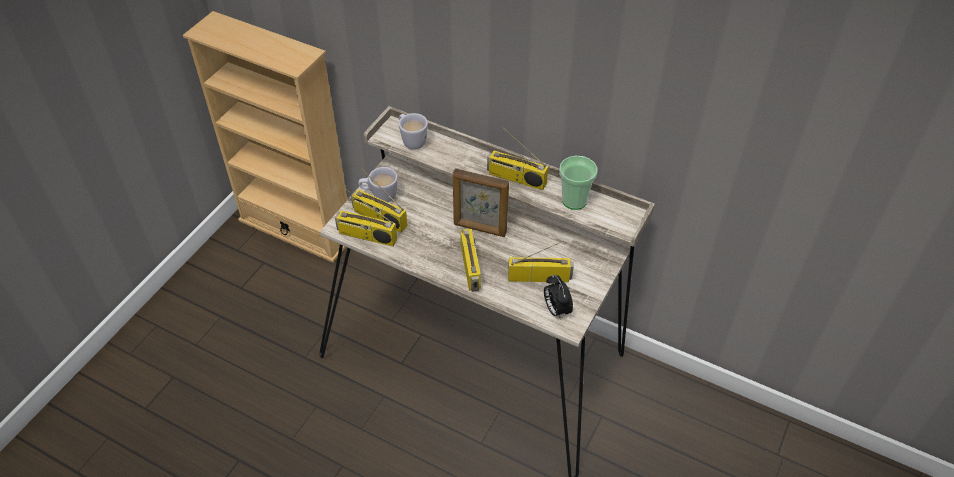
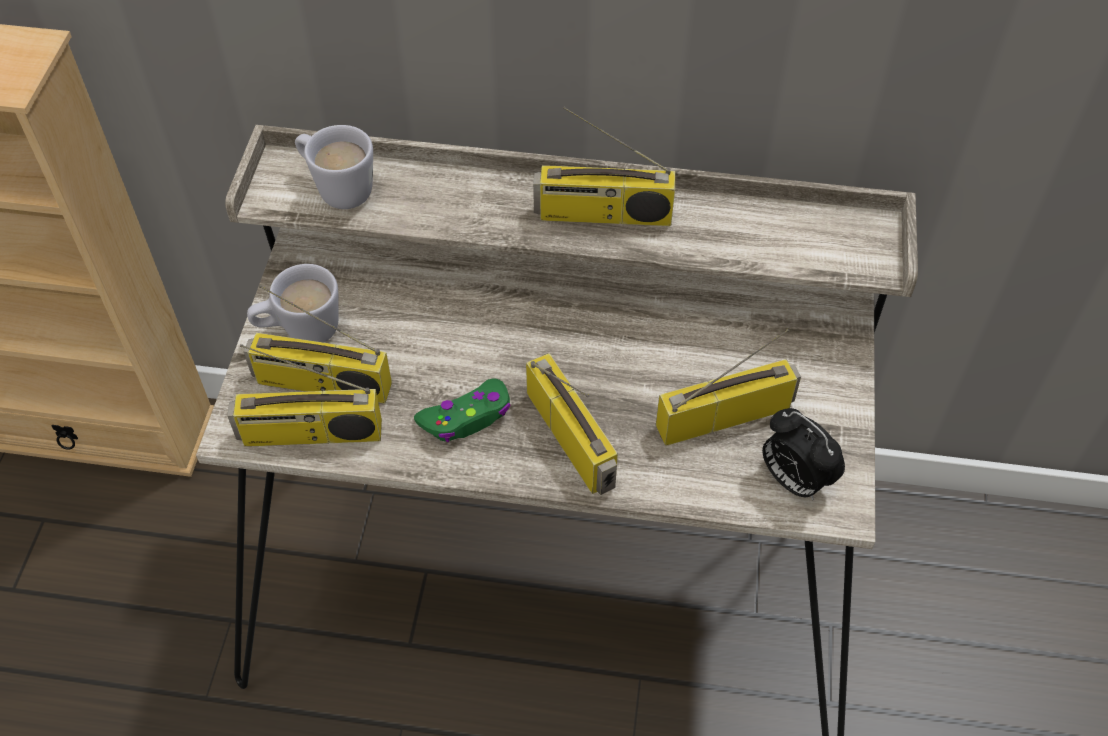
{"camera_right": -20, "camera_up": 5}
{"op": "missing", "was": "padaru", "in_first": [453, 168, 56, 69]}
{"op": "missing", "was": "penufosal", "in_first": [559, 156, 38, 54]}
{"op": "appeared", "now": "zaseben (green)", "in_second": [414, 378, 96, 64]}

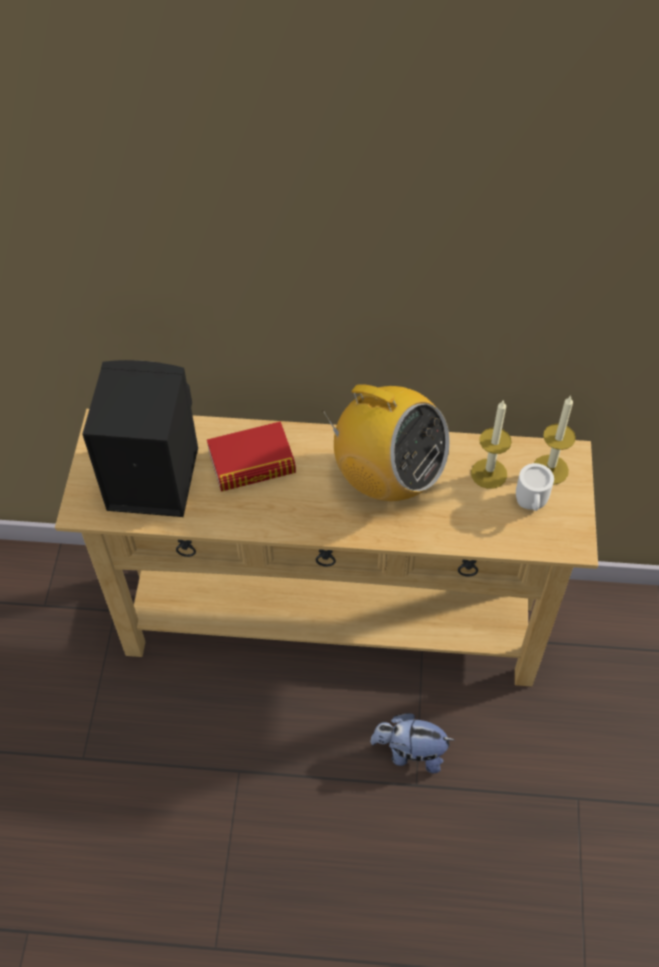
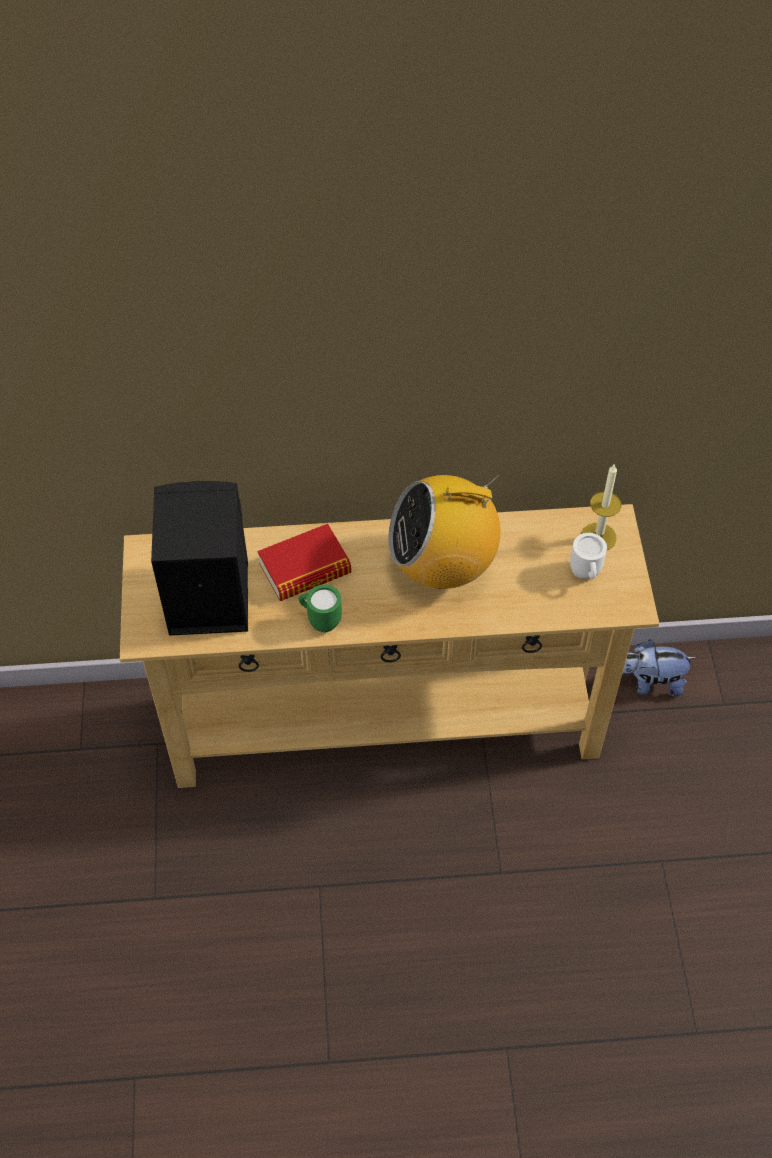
{"camera_right": -10, "camera_up": 0}
{"op": "missing", "was": "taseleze", "in_first": [471, 399, 41, 90]}
{"op": "appeared", "now": "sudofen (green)", "in_second": [298, 584, 44, 48]}
{"op": "relocated", "was": "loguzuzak", "in_first": [370, 713, 84, 61], "in_second": [622, 640, 74, 57]}
{"op": "spun", "was": "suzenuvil", "in_first": [322, 384, 128, 117], "in_second": [388, 473, 113, 116], "clockwise": 150}

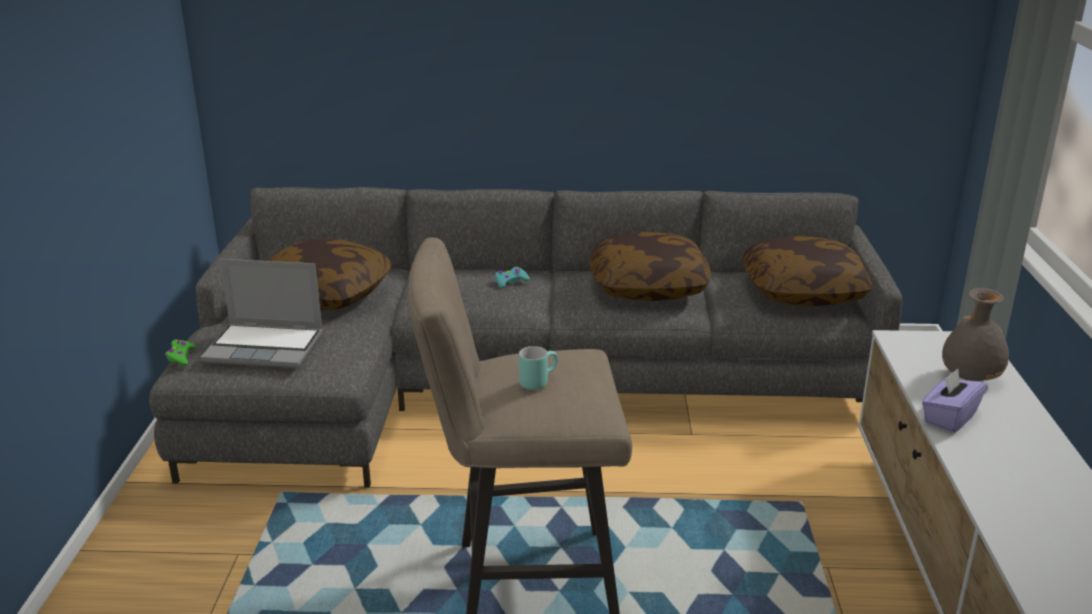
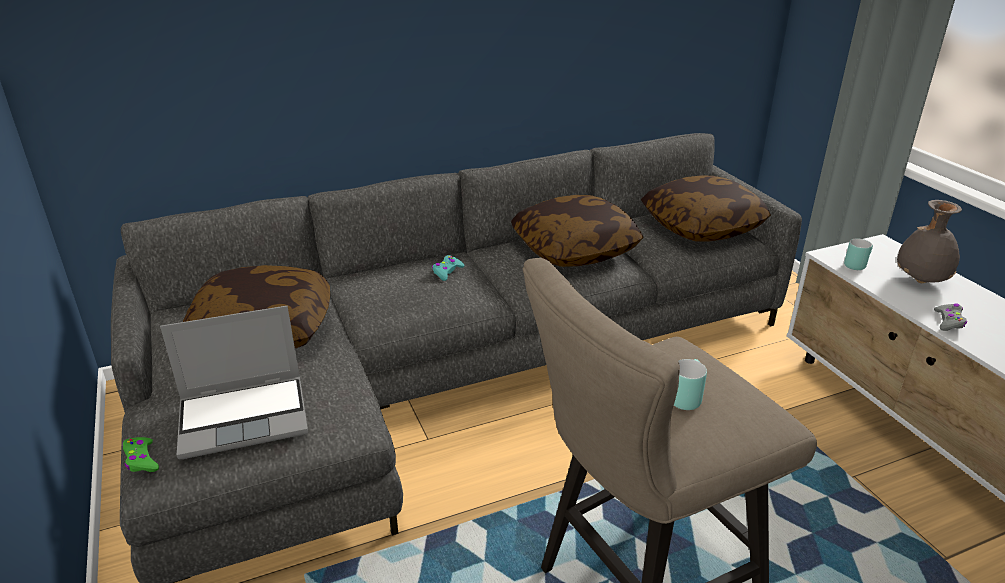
{"camera_right": -25, "camera_up": 5}
{"op": "appeared", "now": "sudofen (turquoise)", "in_second": [844, 238, 29, 32]}
{"op": "exchanged", "was": "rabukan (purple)", "now": "zaseben (grey)", "in_first": [922, 368, 64, 65], "in_second": [934, 304, 33, 27]}

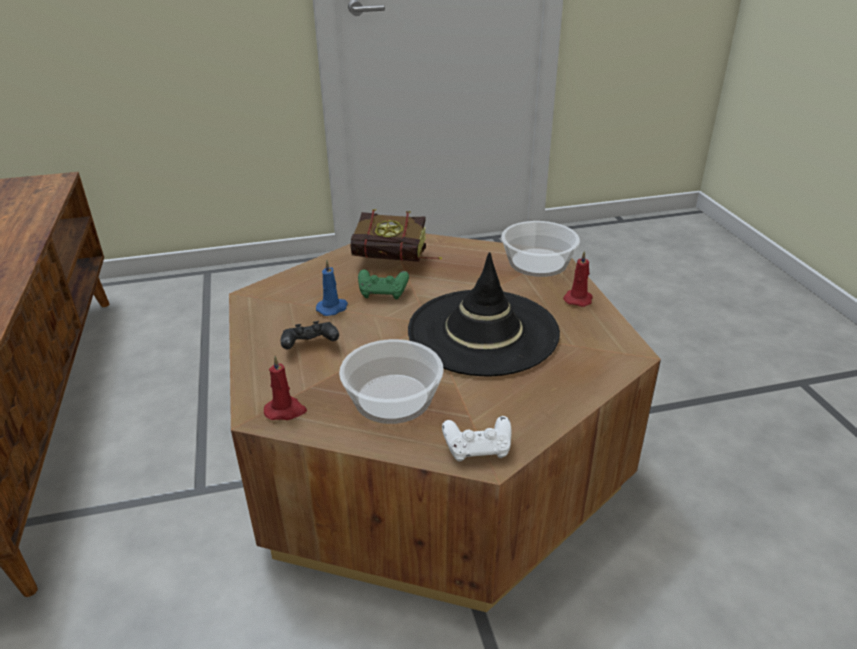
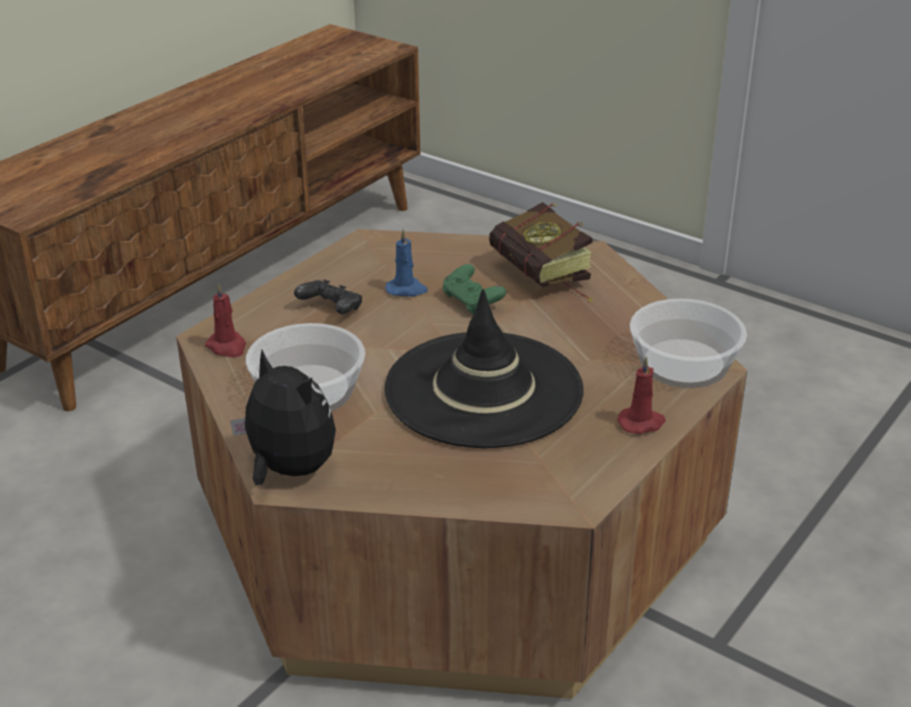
{"camera_right": 50, "camera_up": 0}
{"op": "exchanged", "was": "zaseben (white)", "now": "loguzuzak", "in_first": [442, 416, 70, 46], "in_second": [230, 350, 106, 135]}

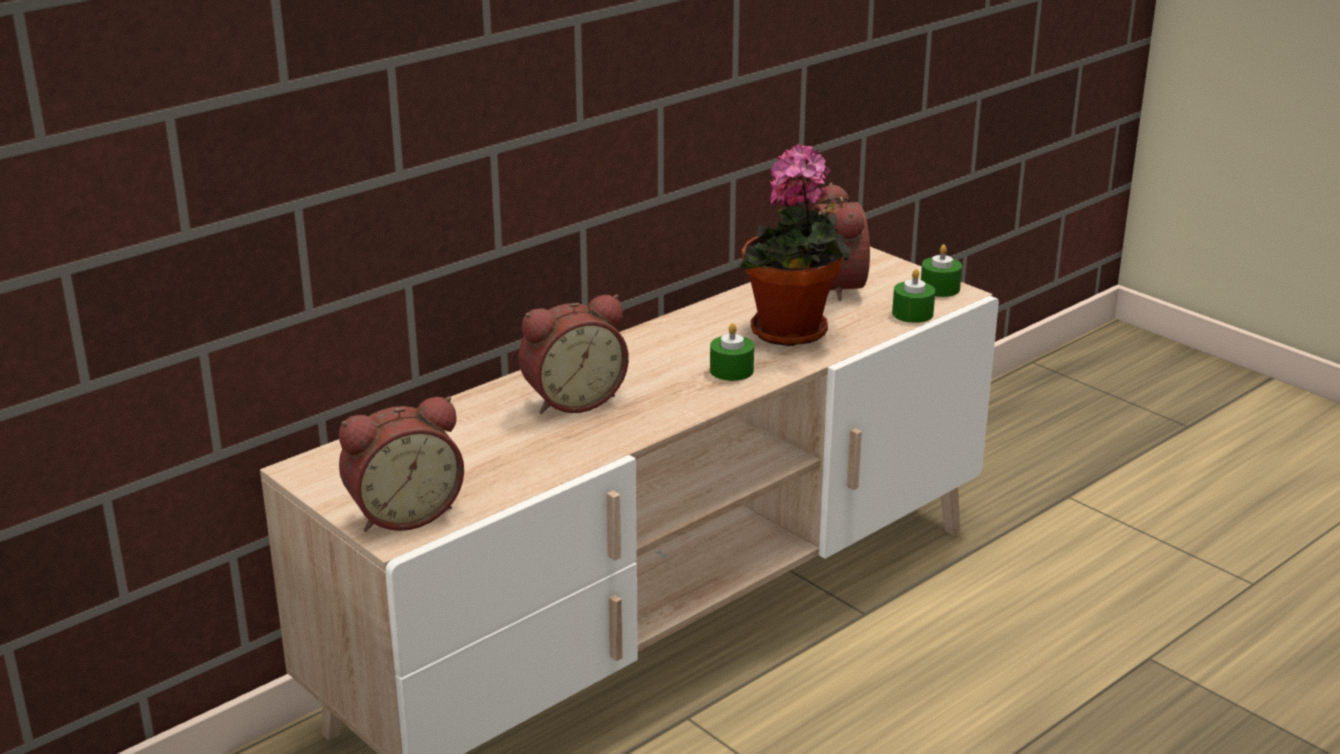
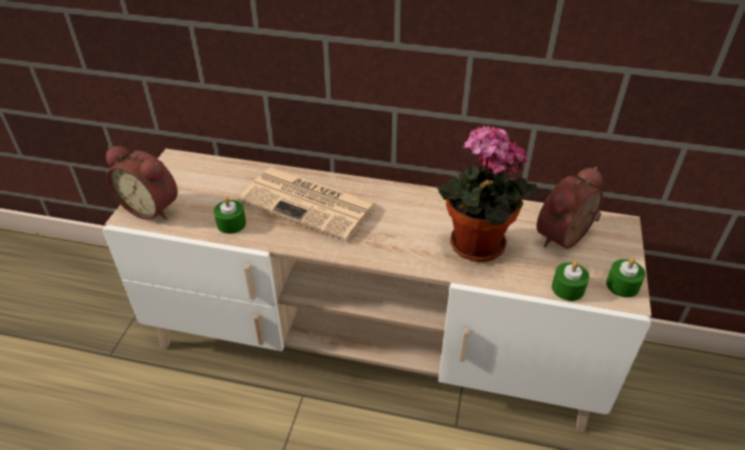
{"camera_right": 55, "camera_up": 15}
{"op": "relocated", "was": "taseleze (green)", "in_first": [710, 323, 44, 58], "in_second": [214, 197, 32, 37]}
{"op": "exchanged", "was": "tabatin", "now": "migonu", "in_first": [519, 294, 110, 120], "in_second": [238, 167, 140, 74]}

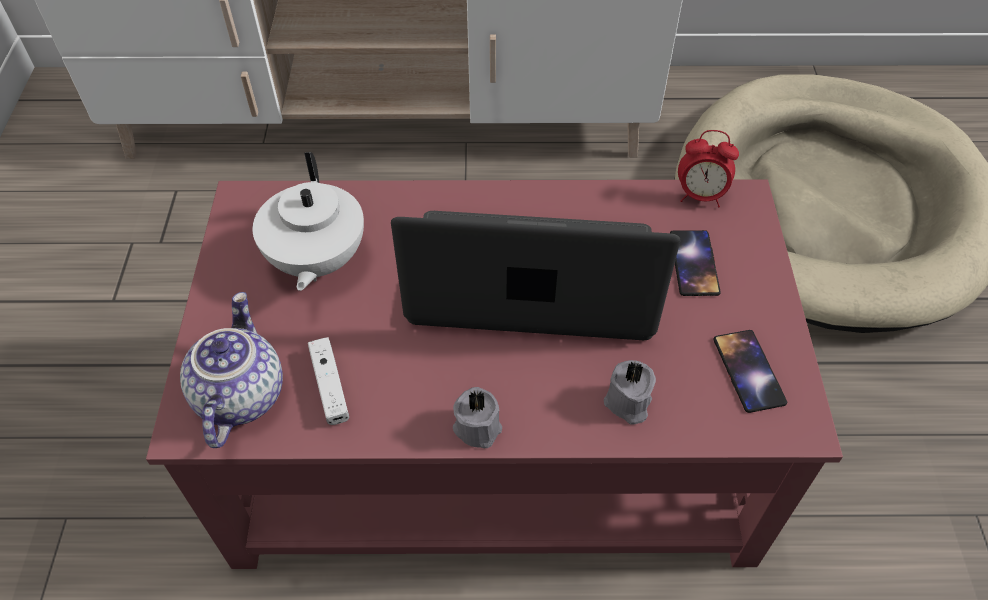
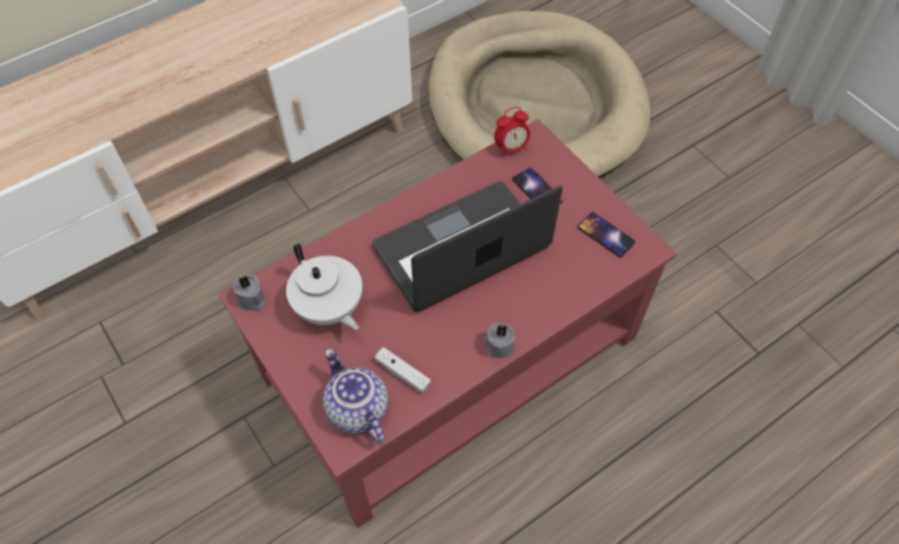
{"camera_right": -35, "camera_up": 5}
{"op": "relocated", "was": "taseleze (grey)", "in_first": [604, 360, 52, 65], "in_second": [233, 274, 33, 37]}

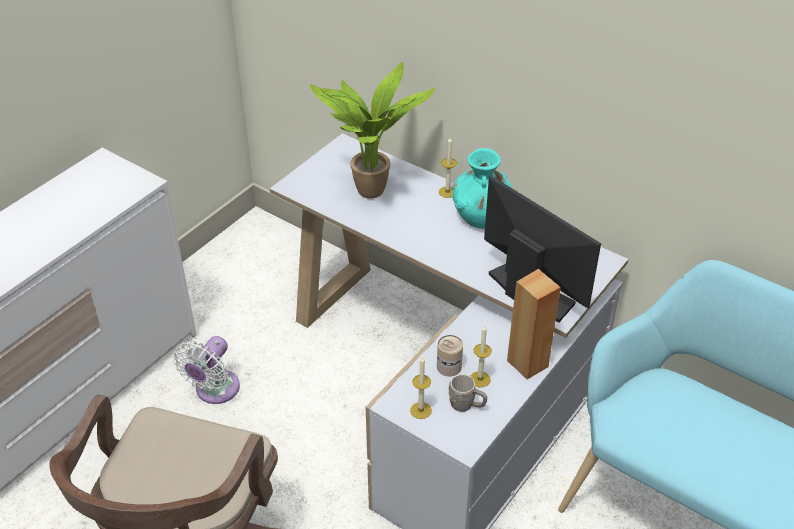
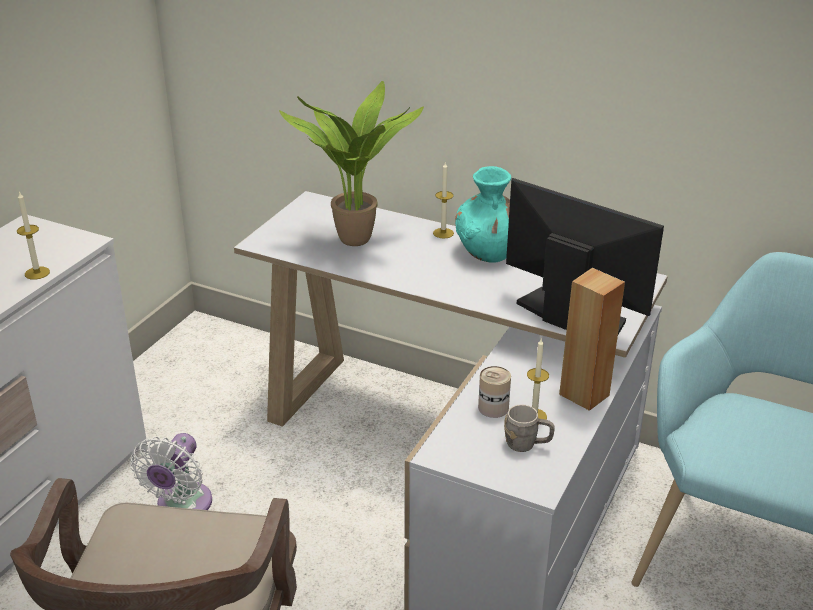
{"camera_right": -10, "camera_up": -10}
{"op": "relocated", "was": "taseleze", "in_first": [410, 356, 22, 63], "in_second": [17, 191, 33, 89]}

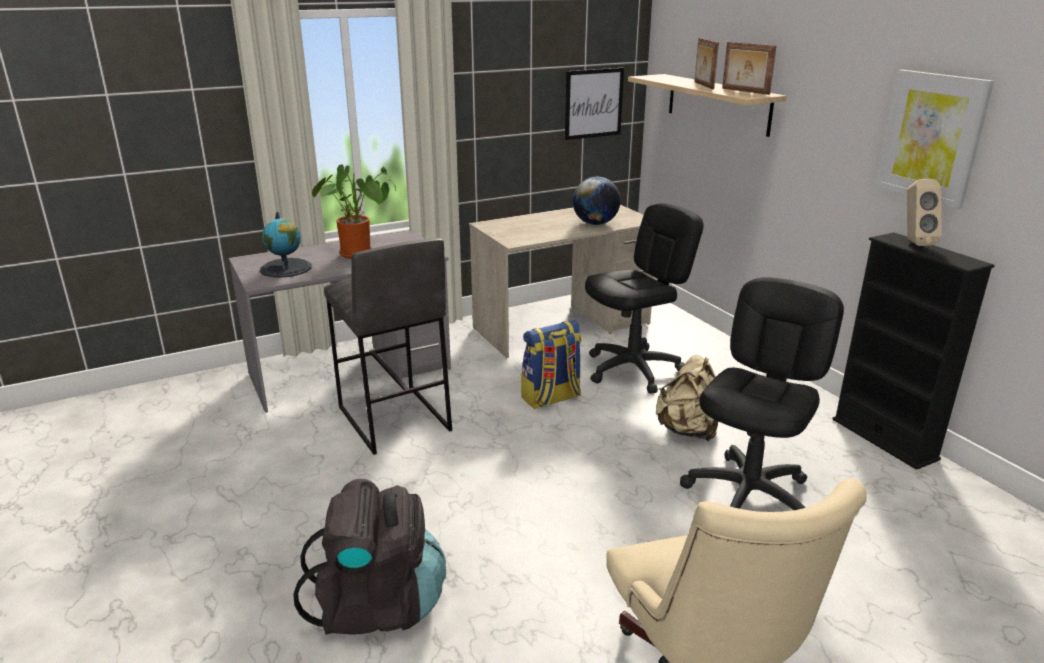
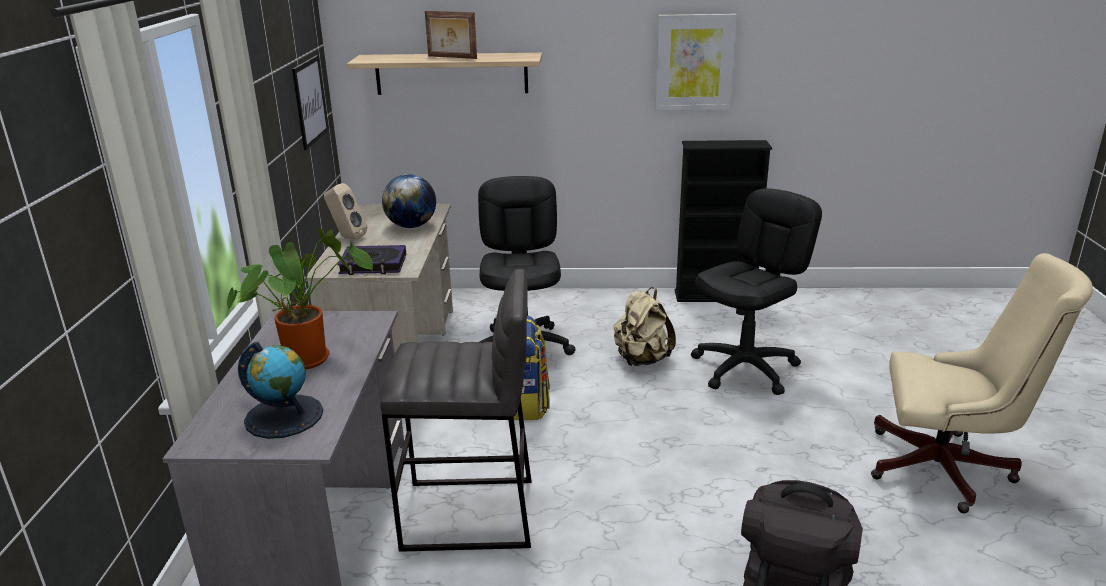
{"camera_right": -60, "camera_up": 0}
{"op": "missing", "was": "padaru", "in_first": [722, 42, 54, 53]}
{"op": "appeared", "now": "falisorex", "in_second": [338, 245, 68, 30]}
{"op": "relocated", "was": "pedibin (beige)", "in_first": [907, 179, 35, 67], "in_second": [324, 183, 43, 57]}
{"op": "spun", "was": "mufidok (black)", "in_first": [680, 277, 164, 233], "in_second": [691, 188, 131, 207], "clockwise": 75}

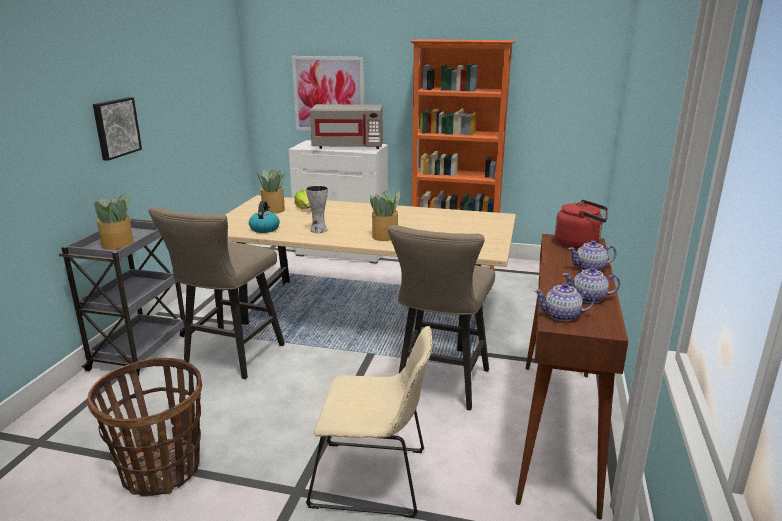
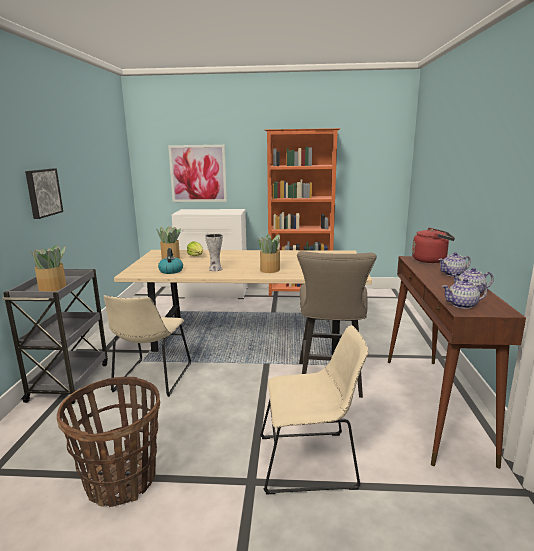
{"camera_right": -10, "camera_up": -5}
{"op": "missing", "was": "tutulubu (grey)", "in_first": [310, 104, 73, 45]}
{"op": "exchanged", "was": "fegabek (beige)", "now": "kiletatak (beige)", "in_first": [149, 207, 136, 172], "in_second": [104, 295, 87, 102]}

